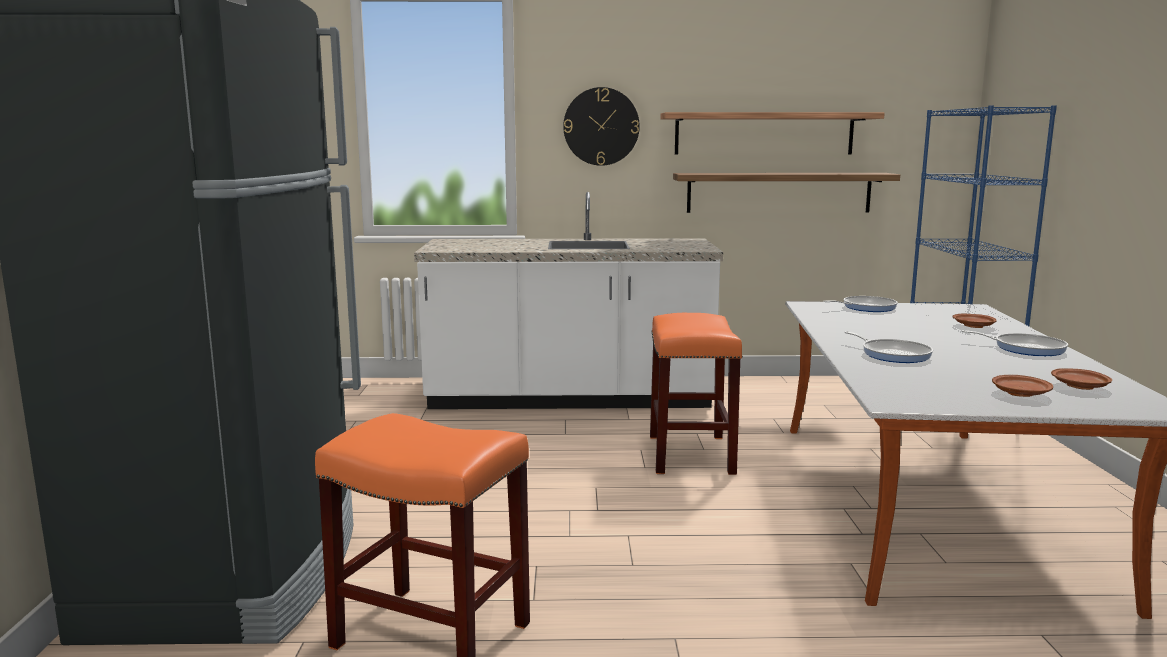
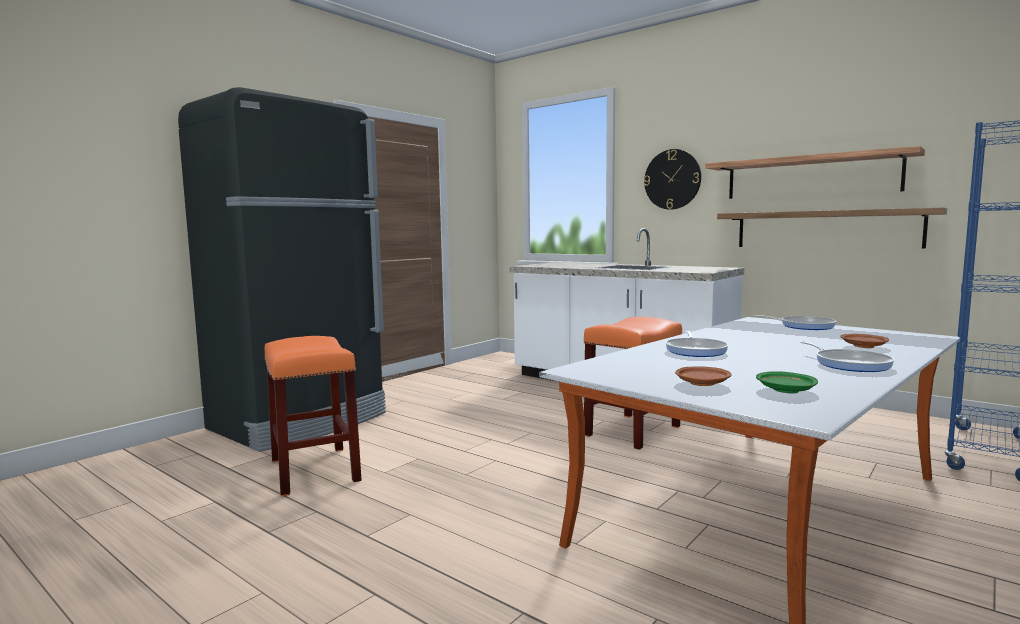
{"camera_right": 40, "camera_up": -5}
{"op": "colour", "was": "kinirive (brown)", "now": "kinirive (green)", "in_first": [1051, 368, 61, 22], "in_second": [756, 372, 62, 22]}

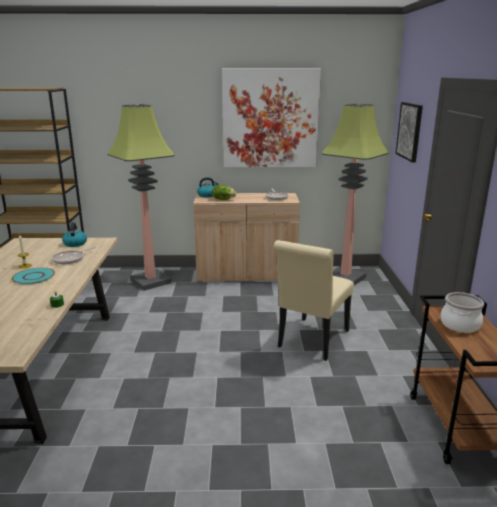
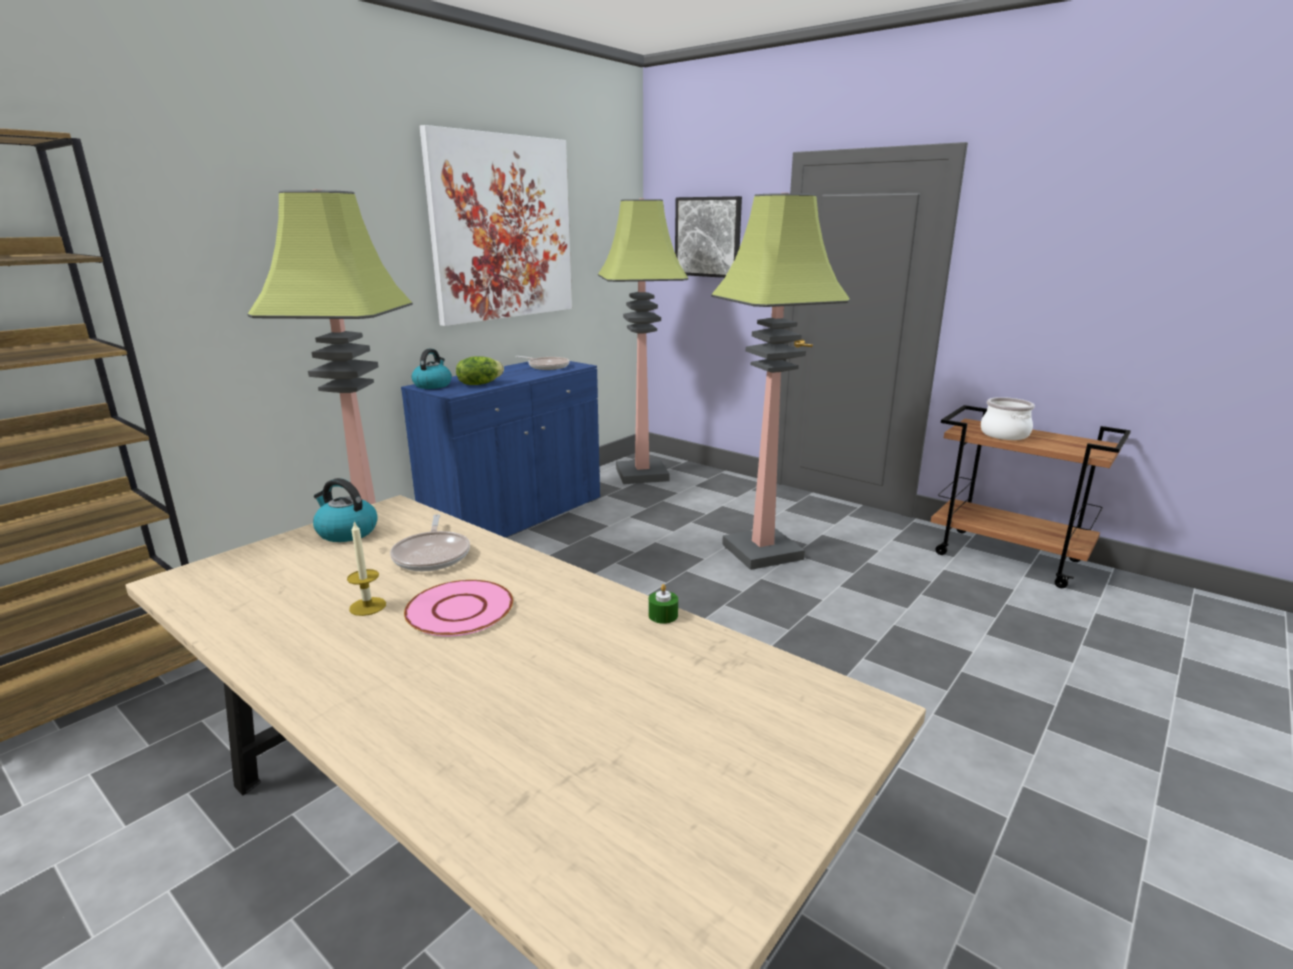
{"camera_right": -50, "camera_up": 0}
{"op": "exchanged", "was": "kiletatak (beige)", "now": "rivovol", "in_first": [273, 240, 81, 121], "in_second": [711, 193, 139, 377]}
{"op": "colour", "was": "kinirive (turquoise)", "now": "kinirive (pink)", "in_first": [12, 268, 43, 17], "in_second": [404, 580, 109, 56]}
{"op": "colour", "was": "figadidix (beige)", "now": "figadidix (blue)", "in_first": [193, 193, 107, 89], "in_second": [401, 361, 199, 176]}

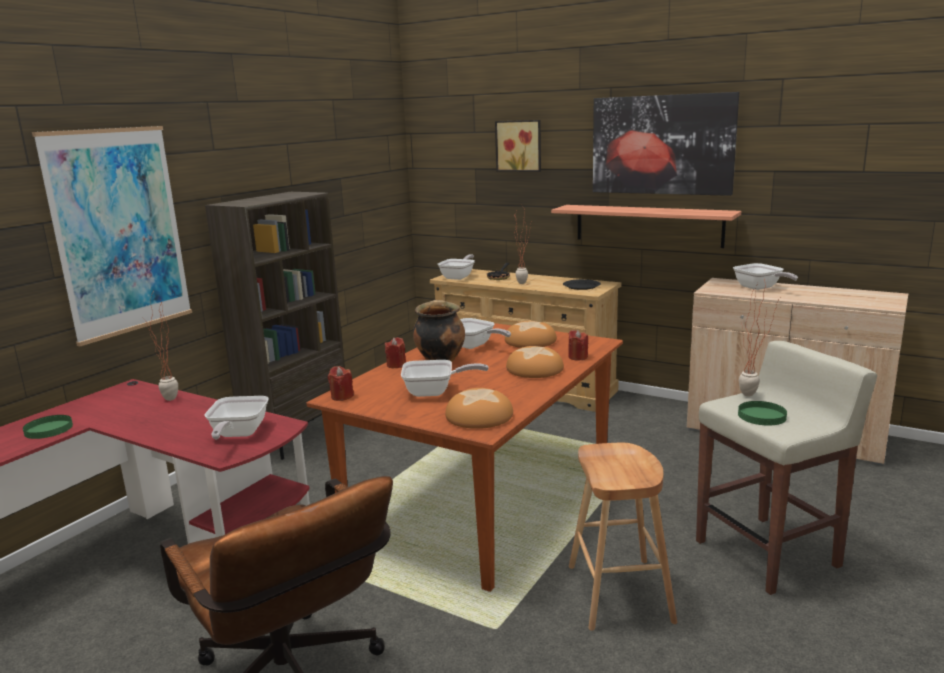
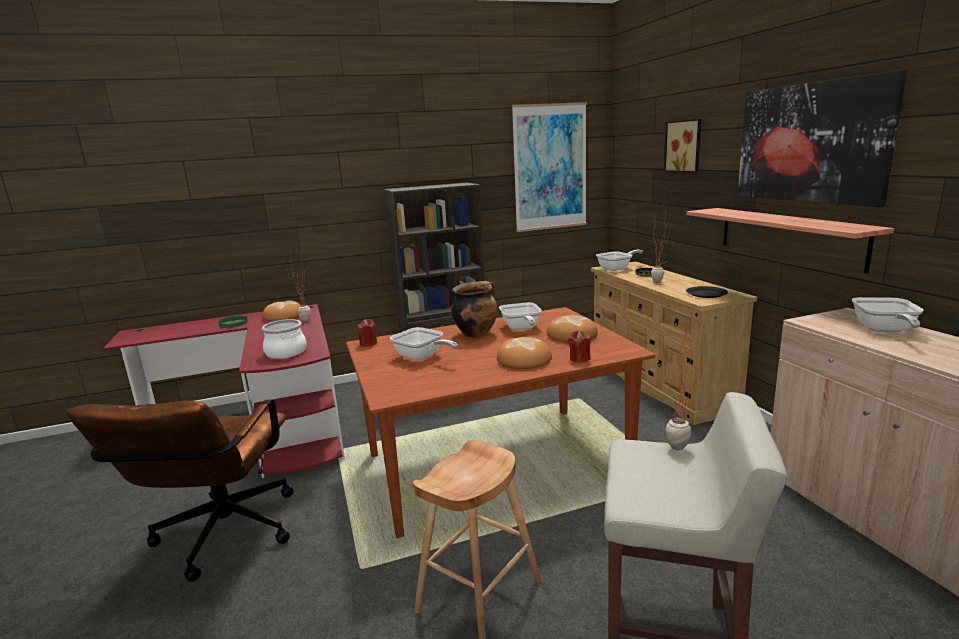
{"camera_right": 40, "camera_up": 0}
{"op": "missing", "was": "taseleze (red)", "in_first": [385, 337, 21, 31]}
{"op": "missing", "was": "kinirive (green)", "in_first": [738, 401, 49, 25]}
{"op": "relocated", "was": "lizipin", "in_first": [32, 126, 160, 220], "in_second": [512, 102, 75, 130]}
{"op": "relocated", "was": "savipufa", "in_first": [445, 388, 68, 41], "in_second": [263, 300, 37, 21]}
{"op": "exchanged", "was": "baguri", "now": "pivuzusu", "in_first": [204, 396, 65, 44], "in_second": [261, 319, 46, 40]}

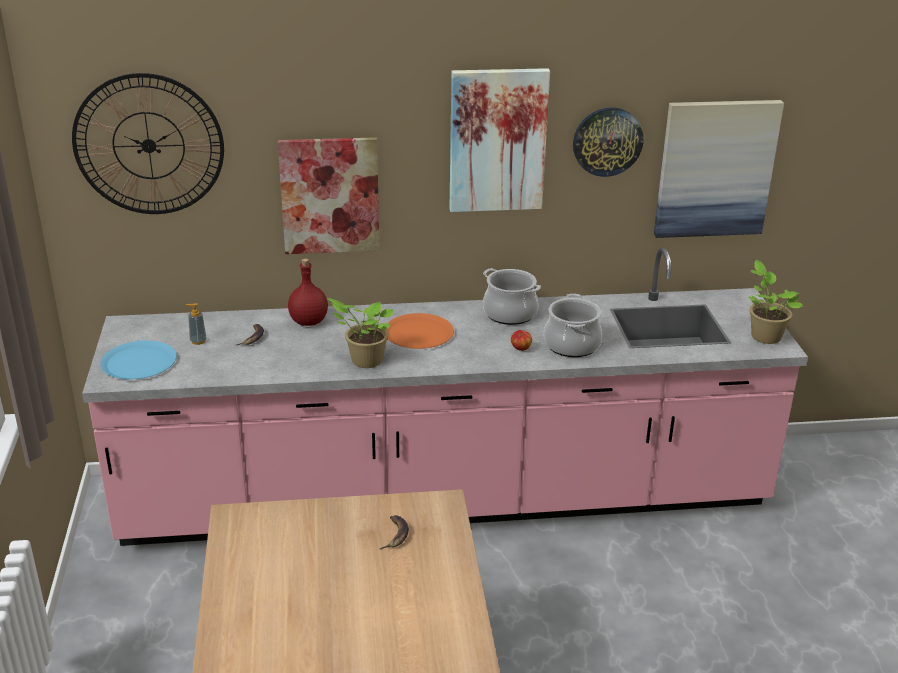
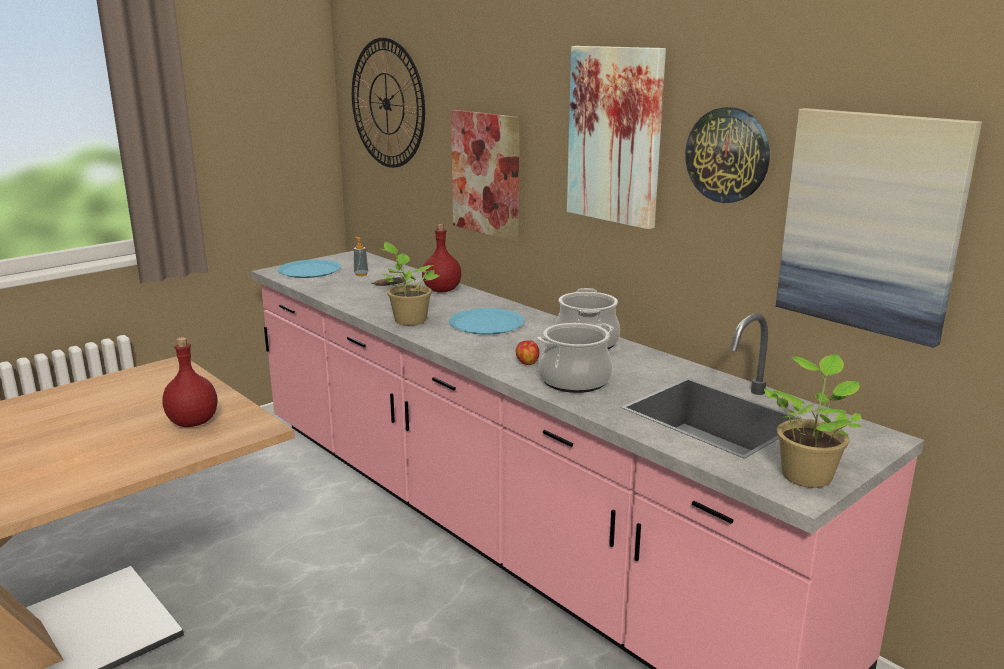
{"camera_right": 55, "camera_up": -10}
{"op": "exchanged", "was": "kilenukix", "now": "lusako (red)", "in_first": [380, 515, 29, 34], "in_second": [162, 337, 55, 90]}
{"op": "colour", "was": "kinirive (orange)", "now": "kinirive (blue)", "in_first": [386, 313, 68, 36], "in_second": [449, 308, 76, 27]}

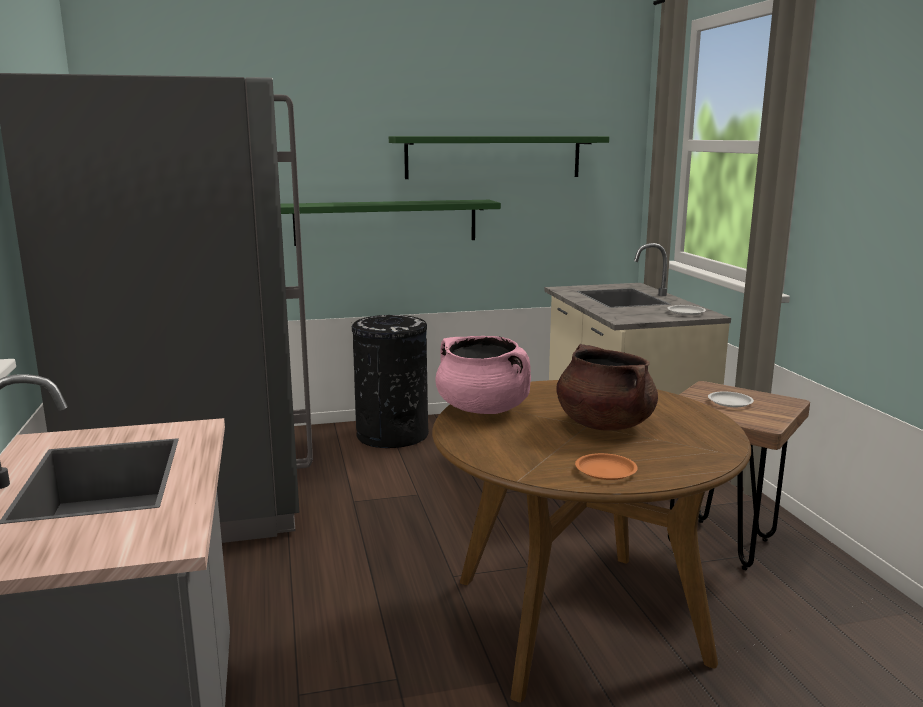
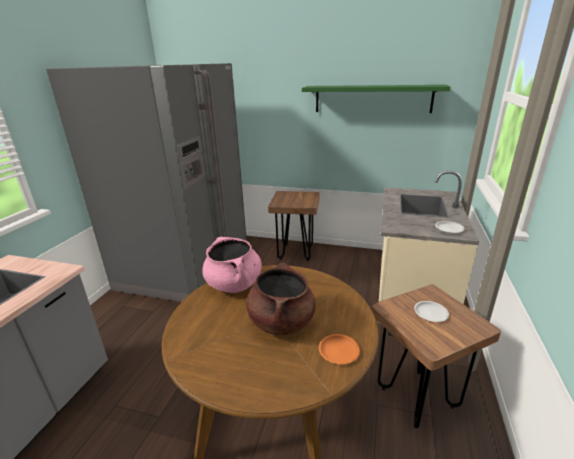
{"camera_right": 30, "camera_up": 10}
{"op": "missing", "was": "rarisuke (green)", "in_first": [280, 200, 221, 46]}
{"op": "relocated", "was": "kinirive (orange)", "in_first": [575, 453, 63, 27], "in_second": [319, 334, 41, 30]}
{"op": "exchanged", "was": "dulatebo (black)", "now": "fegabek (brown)", "in_first": [352, 315, 77, 133], "in_second": [268, 191, 52, 70]}

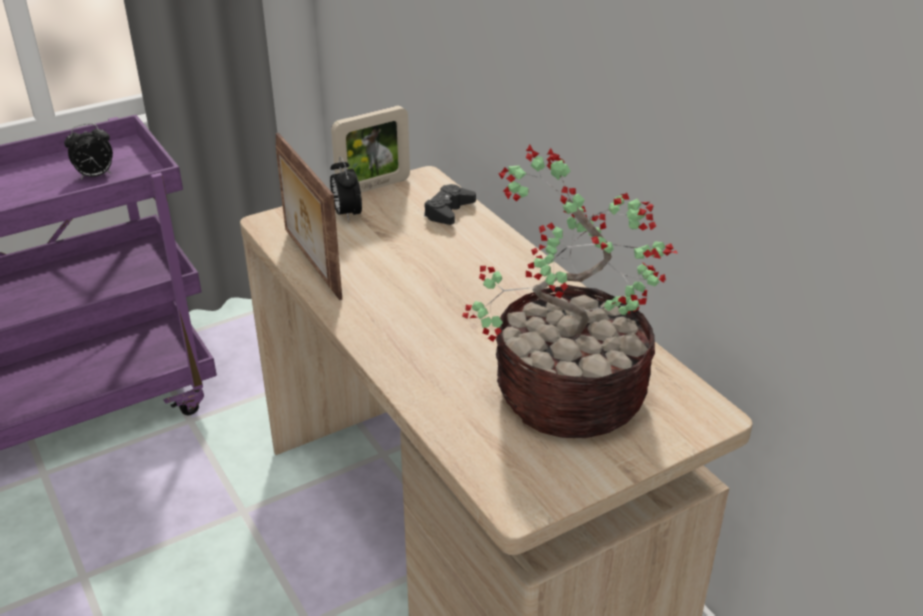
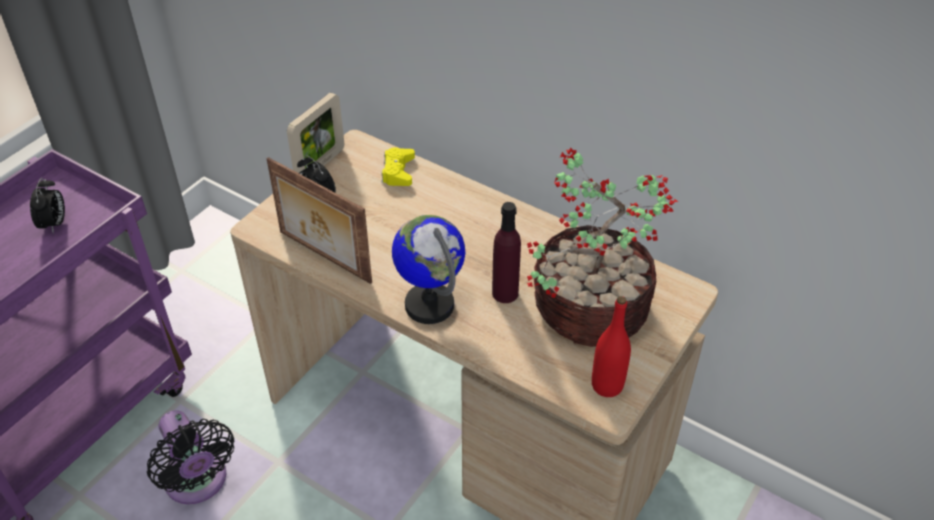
{"camera_right": -25, "camera_up": 10}
{"op": "appeared", "now": "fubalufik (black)", "in_second": [147, 410, 87, 94]}
{"op": "appeared", "now": "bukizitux", "in_second": [392, 215, 73, 109]}
{"op": "appeared", "now": "lusako (purple)", "in_second": [492, 202, 29, 101]}
{"op": "appeared", "now": "lusako (red)", "in_second": [592, 296, 39, 101]}
{"op": "colour", "was": "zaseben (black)", "now": "zaseben (yellow)", "in_first": [424, 184, 52, 41], "in_second": [382, 147, 33, 39]}
{"op": "spun", "was": "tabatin", "in_first": [64, 124, 49, 56], "in_second": [30, 178, 35, 54], "clockwise": -45}

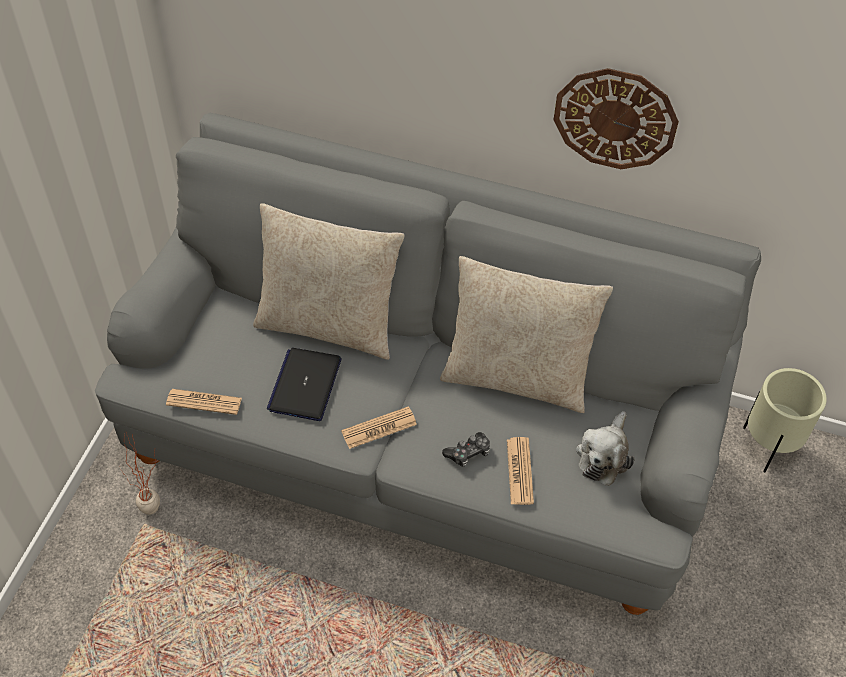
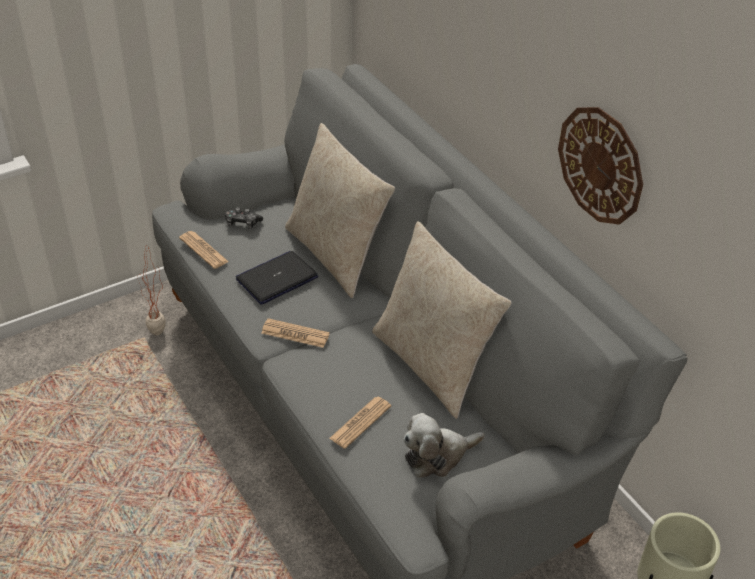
{"camera_right": 40, "camera_up": -10}
{"op": "relocated", "was": "zaseben", "in_first": [442, 432, 48, 35], "in_second": [225, 207, 38, 22]}

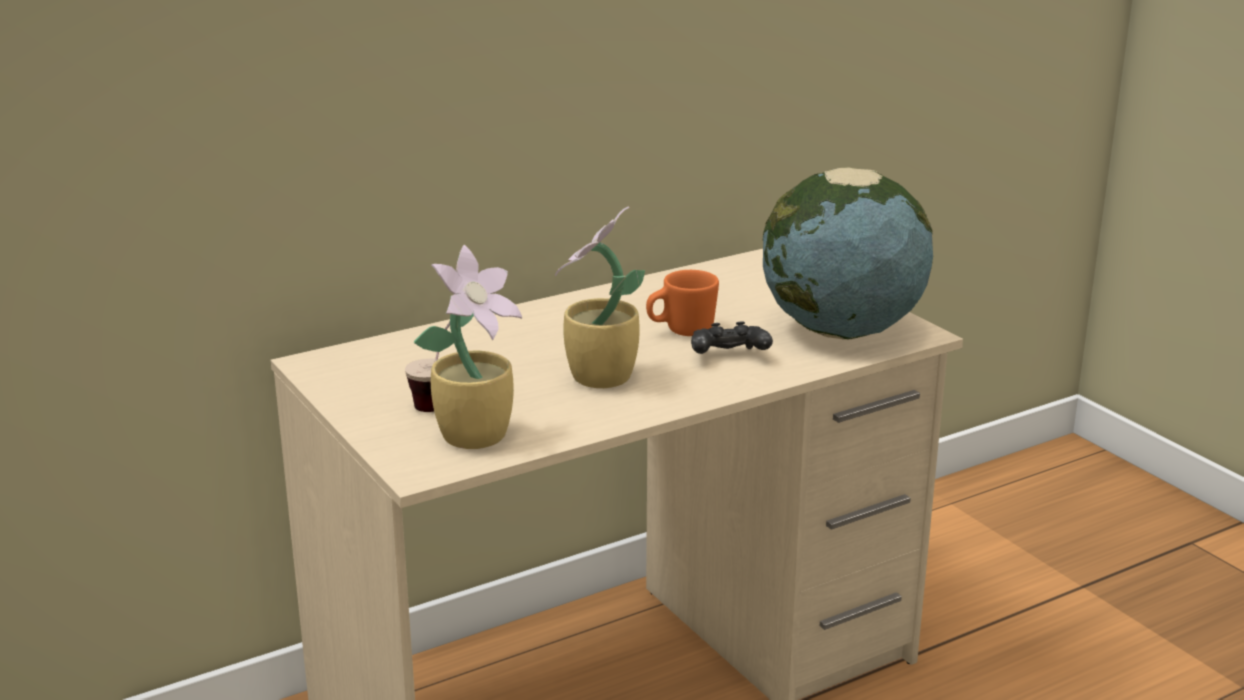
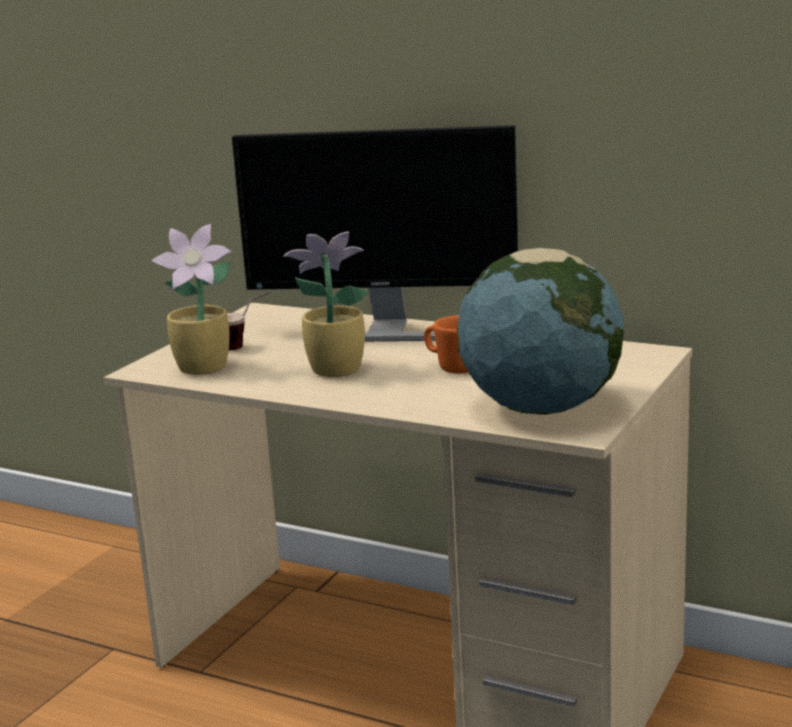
{"camera_right": 60, "camera_up": -5}
{"op": "missing", "was": "zaseben (black)", "in_first": [691, 321, 82, 33]}
{"op": "appeared", "now": "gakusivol", "in_second": [232, 125, 286, 216]}

